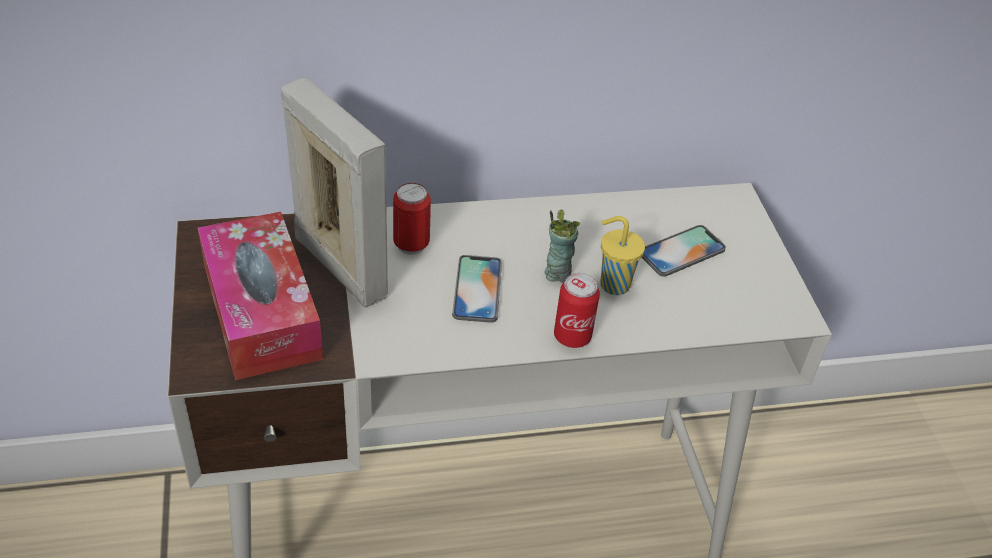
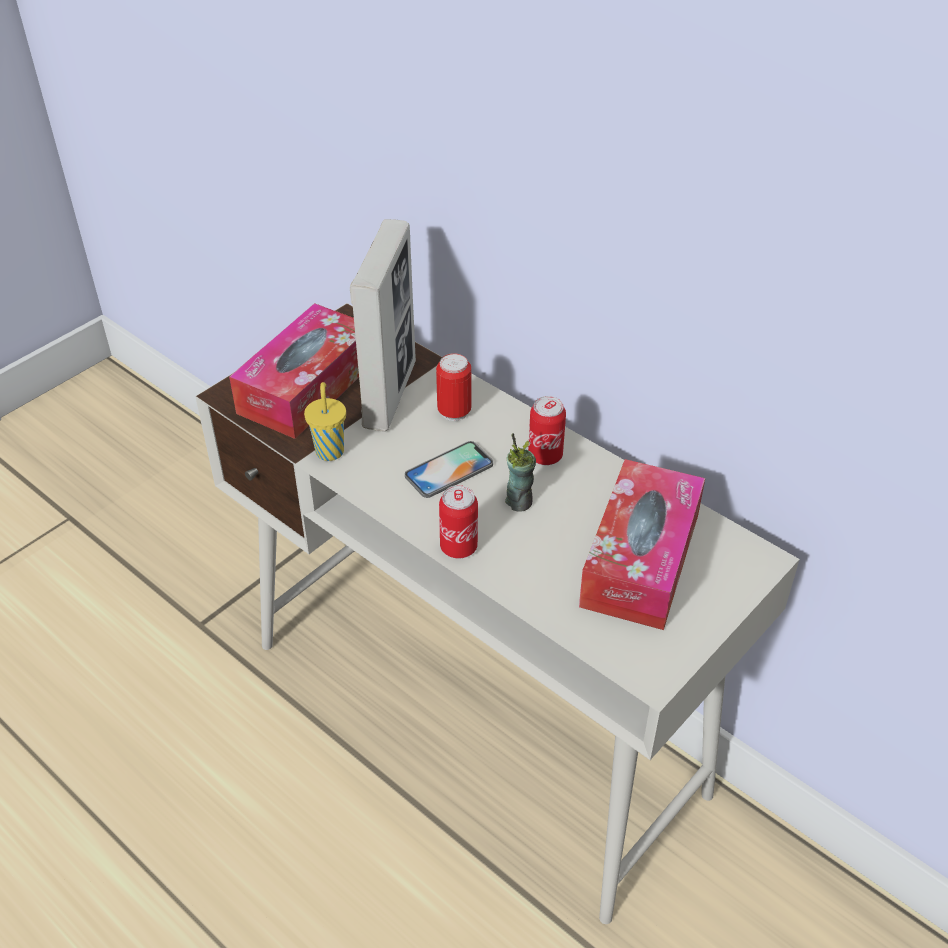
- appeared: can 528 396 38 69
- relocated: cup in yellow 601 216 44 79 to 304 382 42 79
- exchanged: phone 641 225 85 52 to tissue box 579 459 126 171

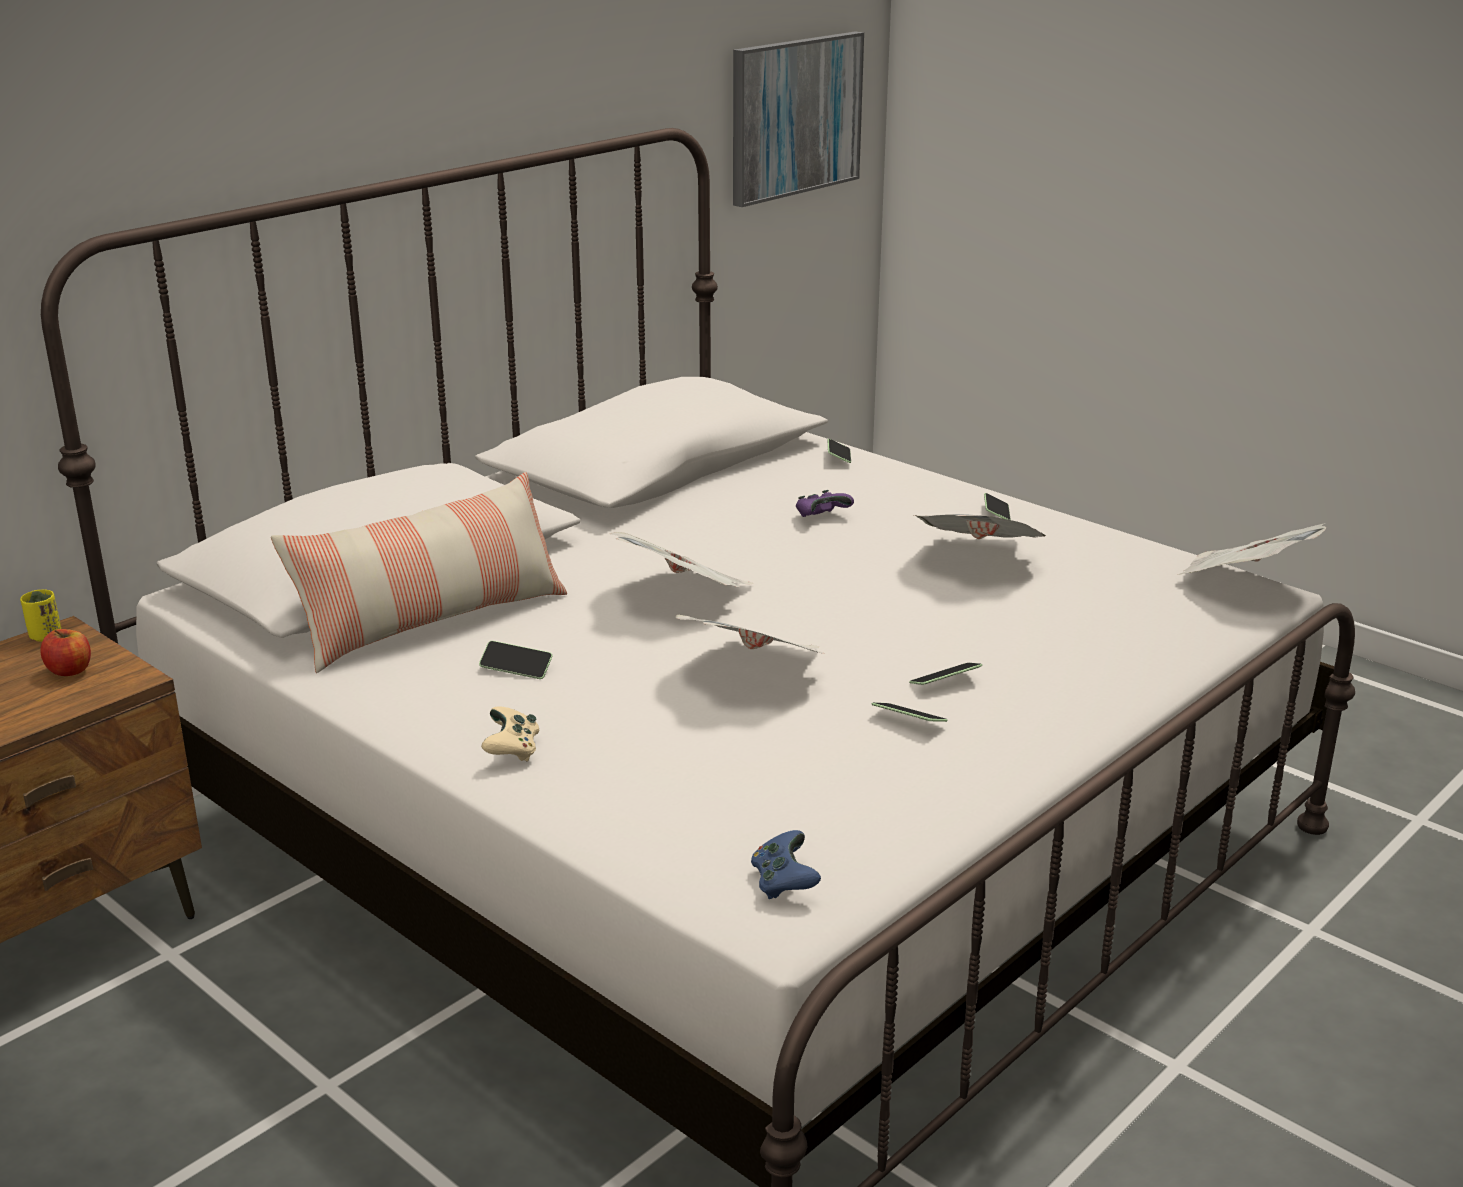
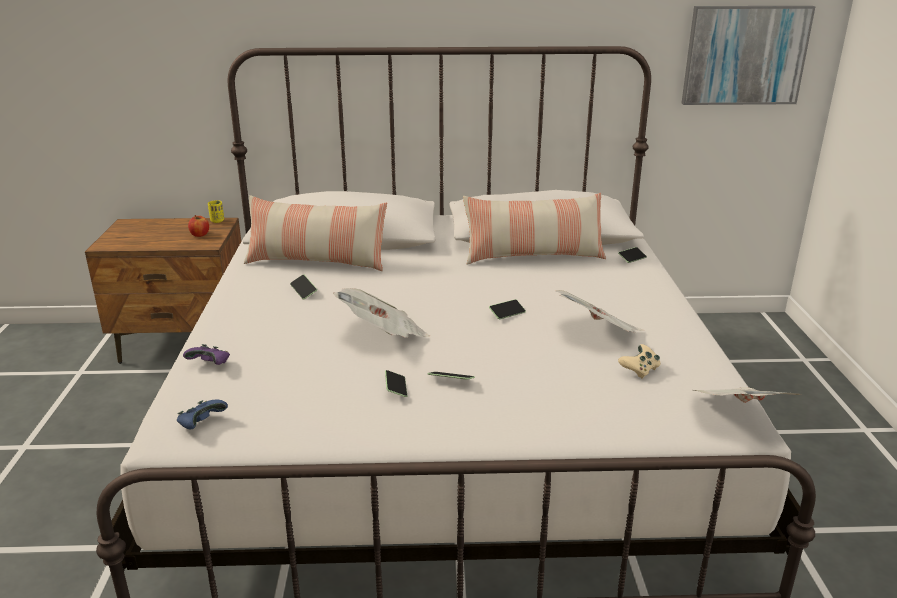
- missing: newspaper 610 532 144 55
- appeared: pillow 463 193 143 71
- relocated: game controller in beige 481 706 59 56 to 618 344 43 35
- relocated: game controller in purple 796 490 58 27 to 183 344 47 21
- relocated: phone 984 493 27 27 to 489 299 37 20

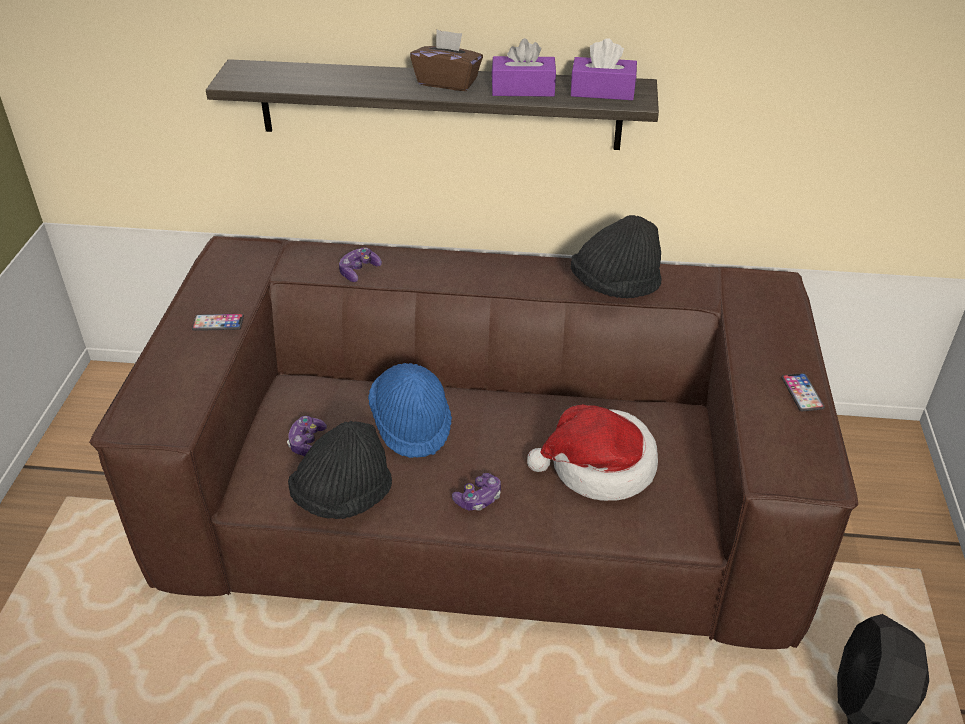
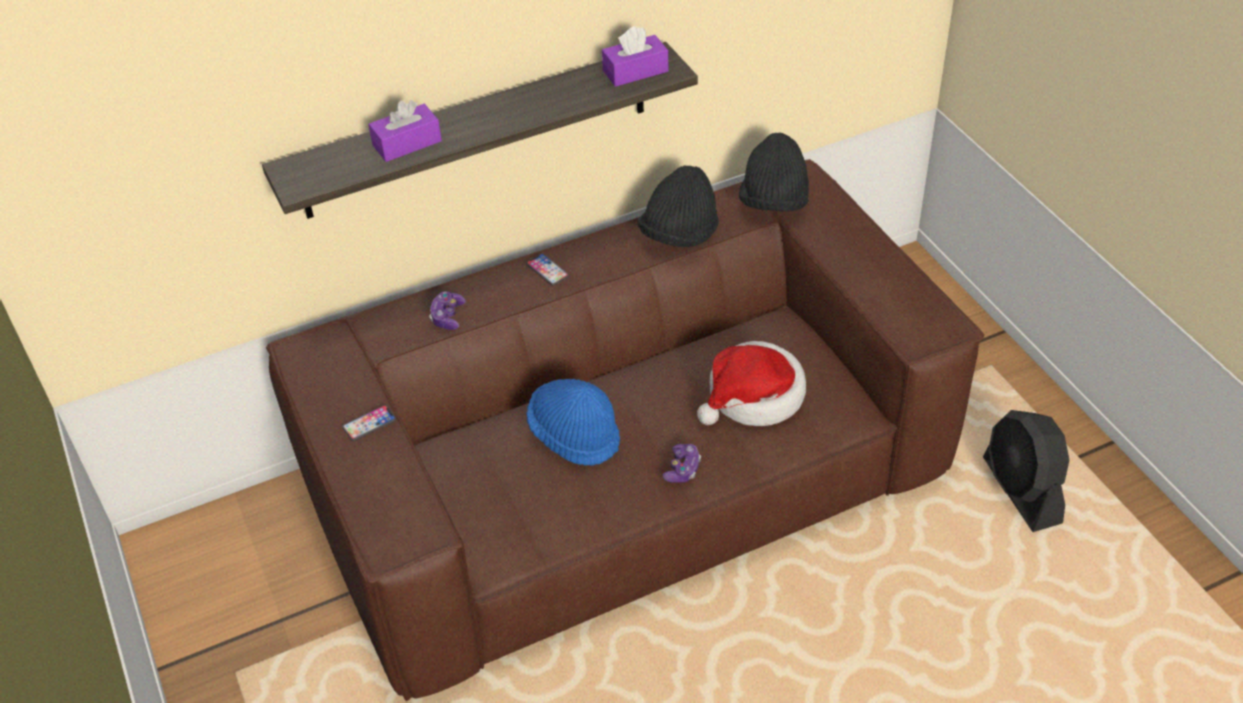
- missing: game controller 287 416 40 40
- missing: tissue box in brown 410 29 73 62
- relocated: hat in black 288 421 104 98 to 739 132 70 80
- relocated: tissue box in purple 491 38 65 59 to 368 100 74 62
- relocated: phone 781 373 44 38 to 526 253 43 33

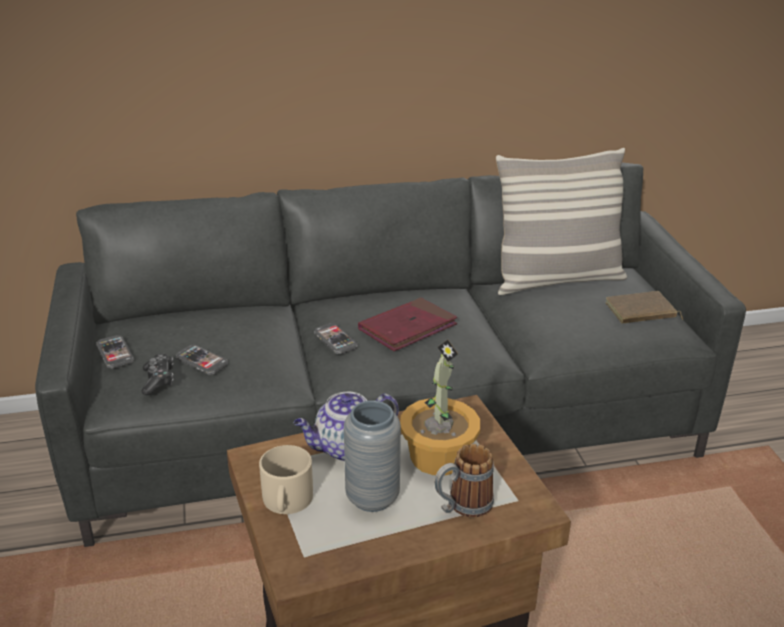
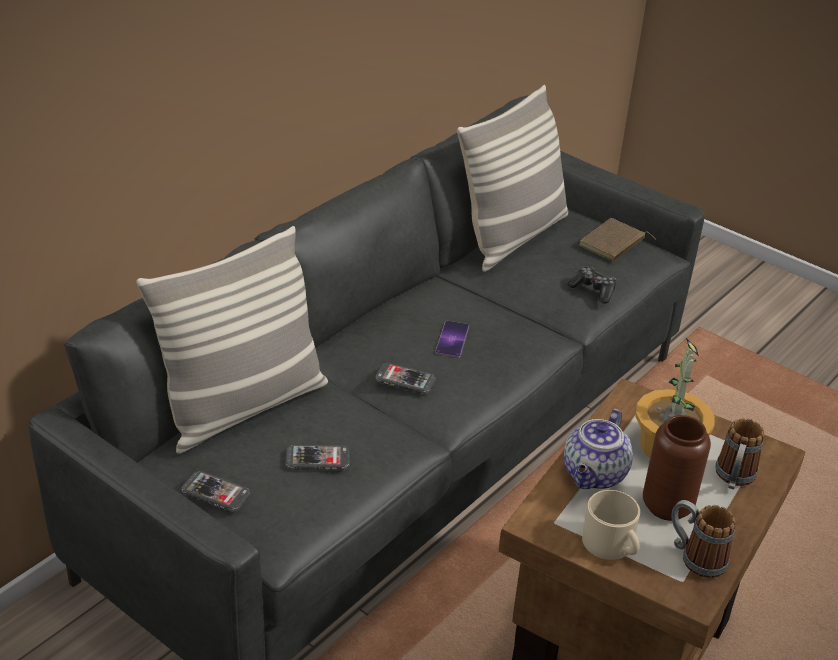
- appeared: pillow 136 226 192 228
- appeared: mug 672 500 63 78
- relocated: game controller 142 354 32 41 to 568 266 48 38
- exchanged: book in red 358 298 99 53 to phone 435 321 34 37
- colour: vase in grey 344 400 57 112 to vase in brown 643 415 68 106

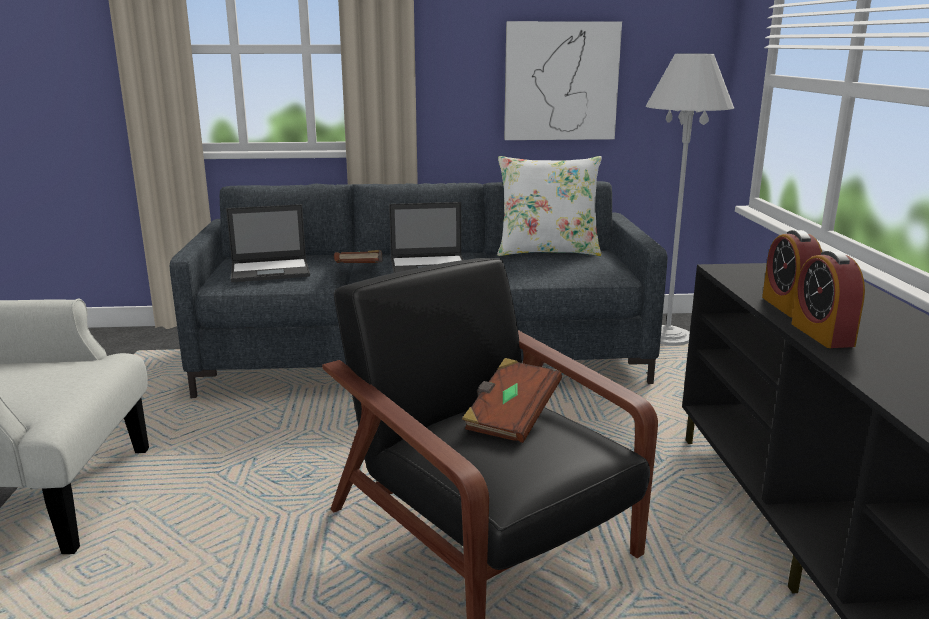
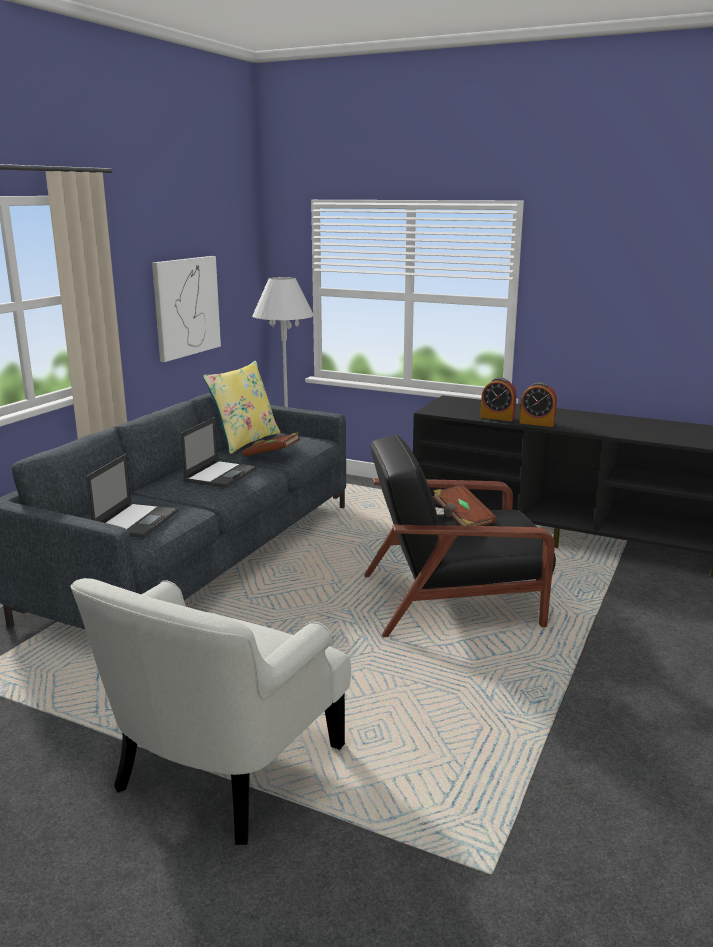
- relocated: book in brown 334 250 49 13 to 242 432 58 24
- colour: pillow in white 497 156 105 100 to pillow in yellow 203 361 77 93

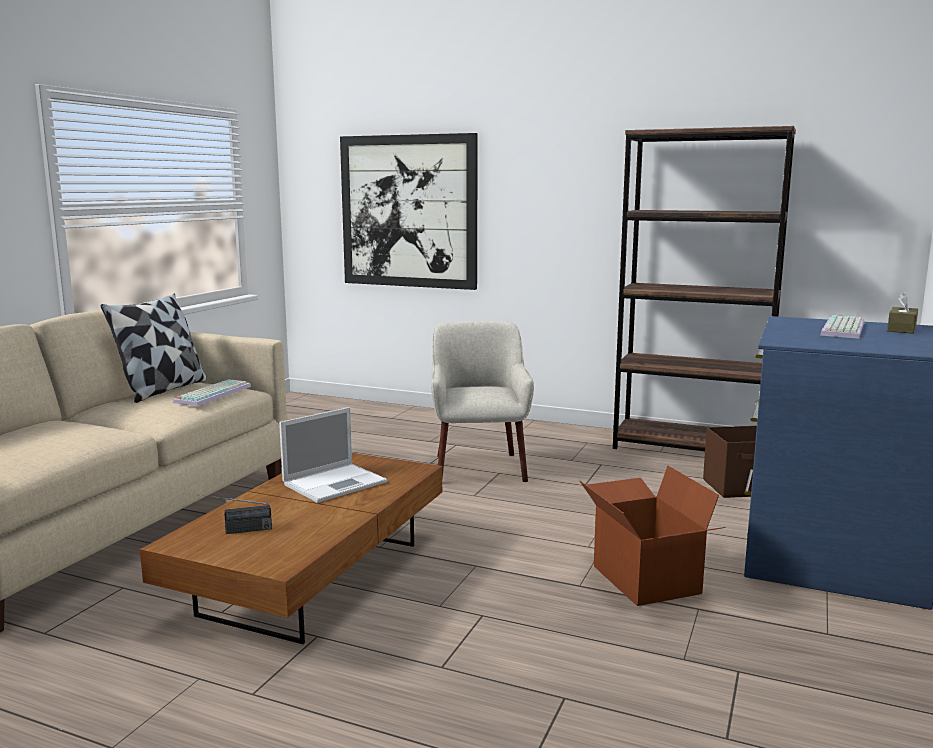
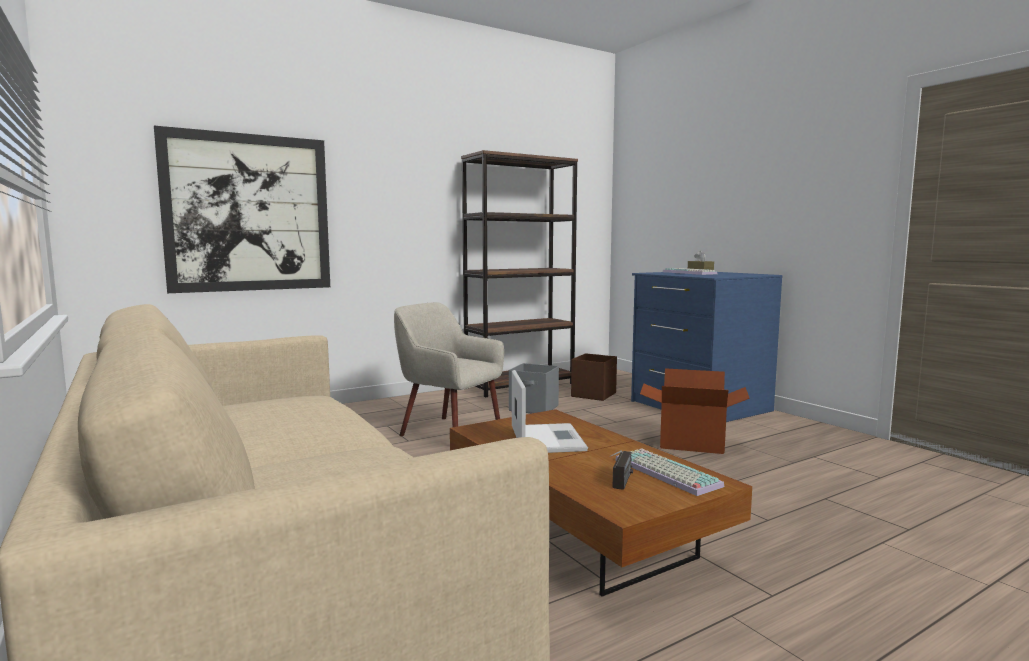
- missing: pillow 100 294 107 109
- appeared: storage box in grey 509 363 50 51
- relocated: keyboard 173 379 78 27 to 615 449 110 47

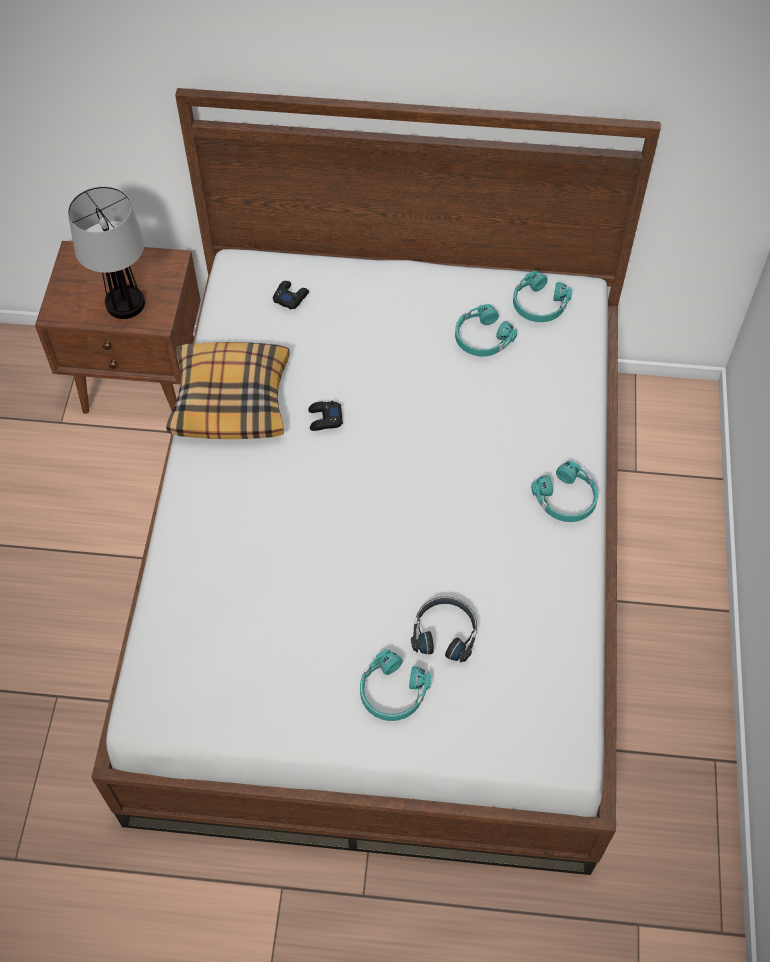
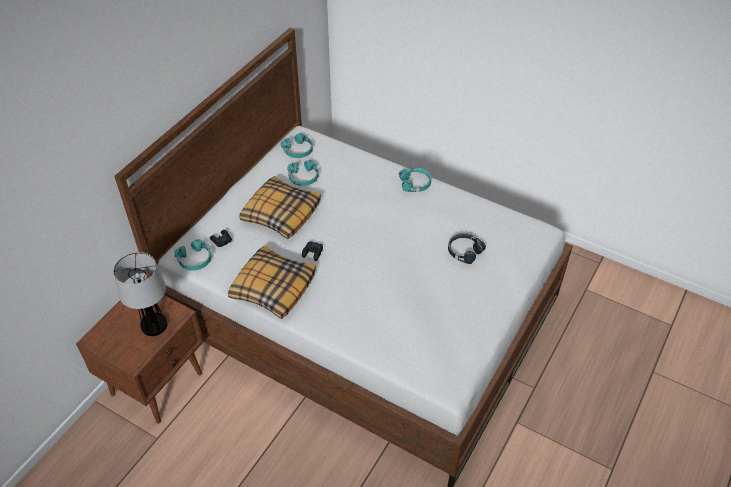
- appeared: pillow 239 176 82 63
- relocated: headphones in turquoise 360 649 71 72 to 175 239 37 32

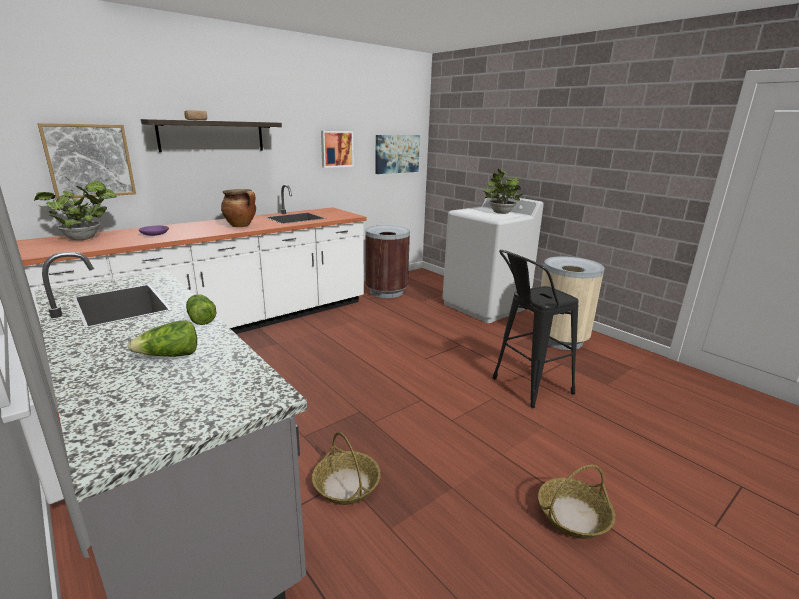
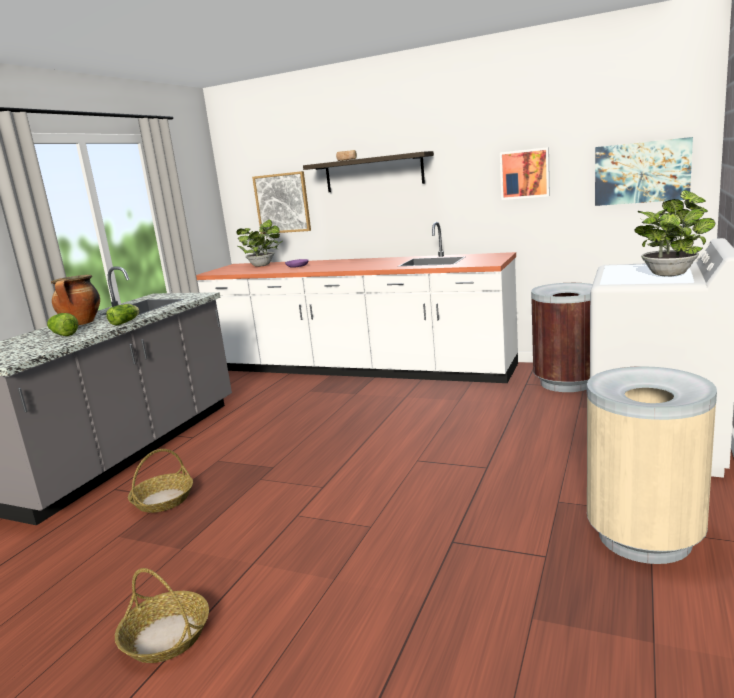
- missing: stool in black 492 250 87 158
- relocated: cooking pot 221 189 35 38 to 51 275 49 50

